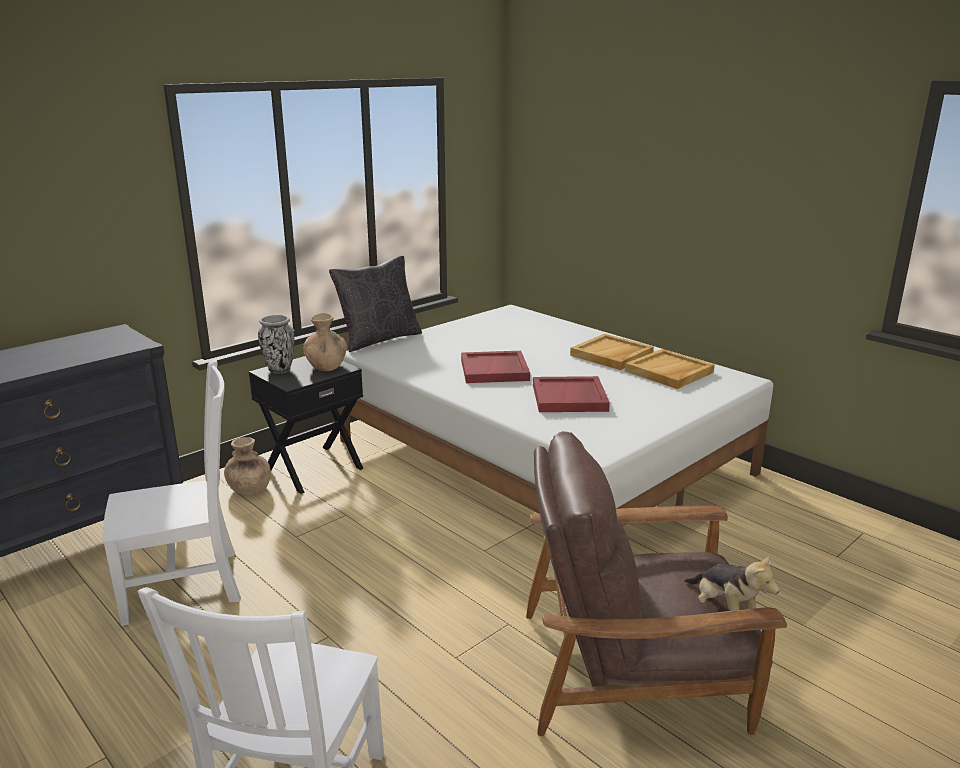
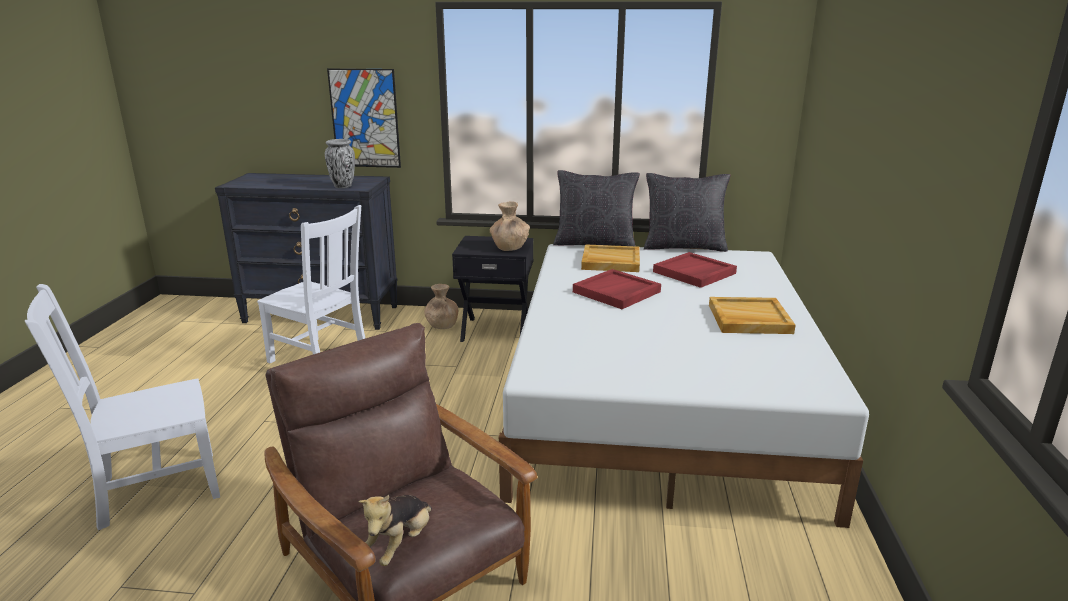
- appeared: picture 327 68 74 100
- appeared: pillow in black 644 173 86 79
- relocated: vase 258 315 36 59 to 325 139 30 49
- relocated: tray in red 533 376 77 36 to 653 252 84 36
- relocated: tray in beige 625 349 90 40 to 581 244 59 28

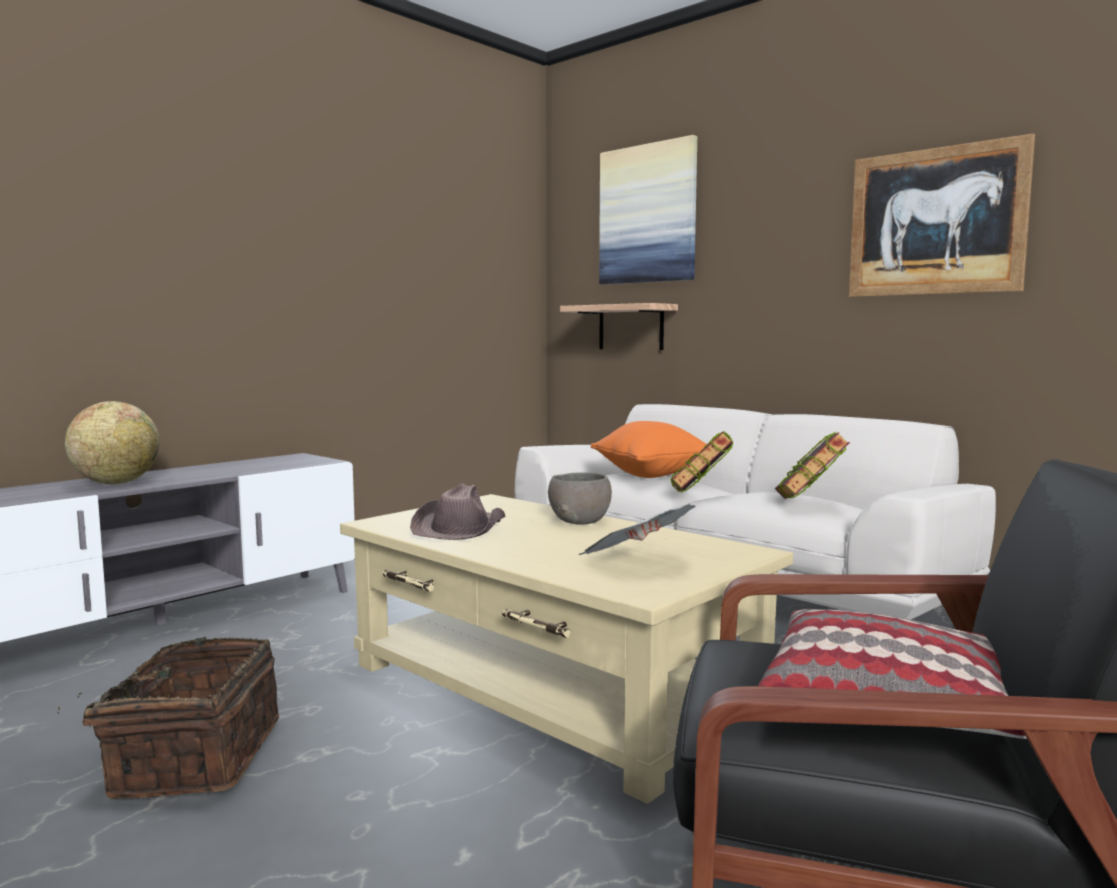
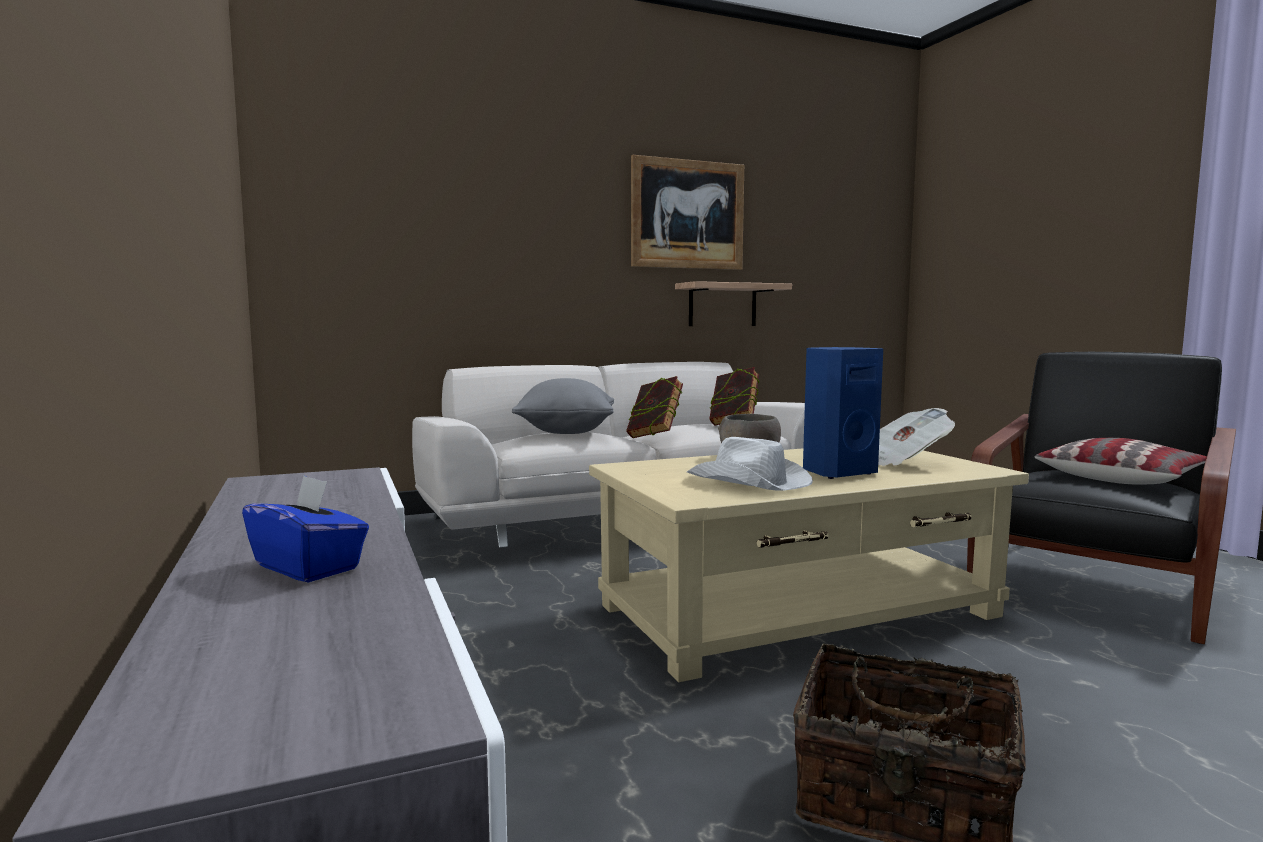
- missing: picture 599 135 98 150
- appeared: speaker in blue 803 347 80 132
- relocated: shelf 560 303 118 47 to 675 281 117 45
- exchanged: globe 65 401 95 83 to tissue box in blue 242 475 127 107
- colour: hat in brown 410 483 96 57 to hat in white 687 437 126 54
- colour: pillow in orange 591 421 116 57 to pillow in grey 512 378 102 56

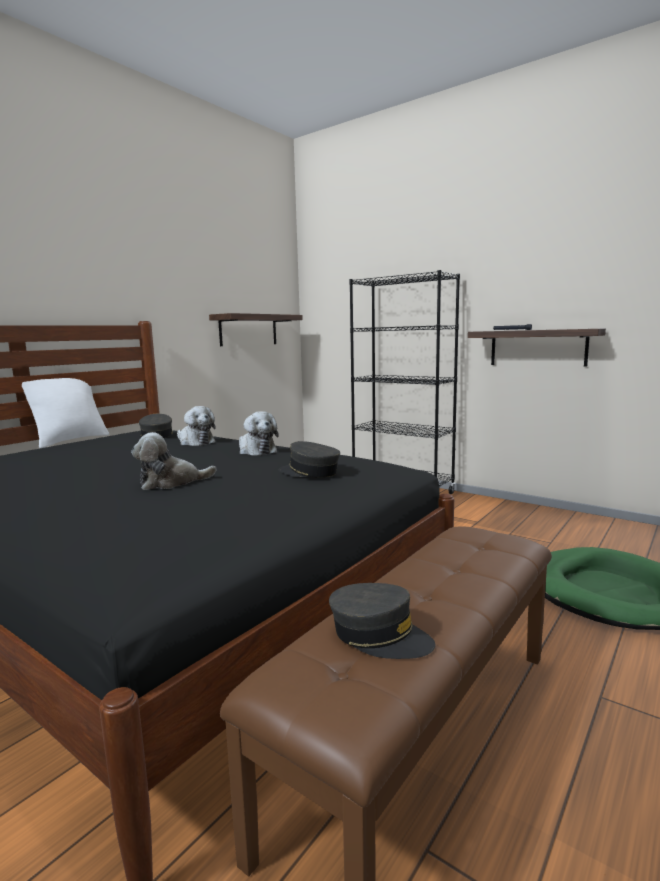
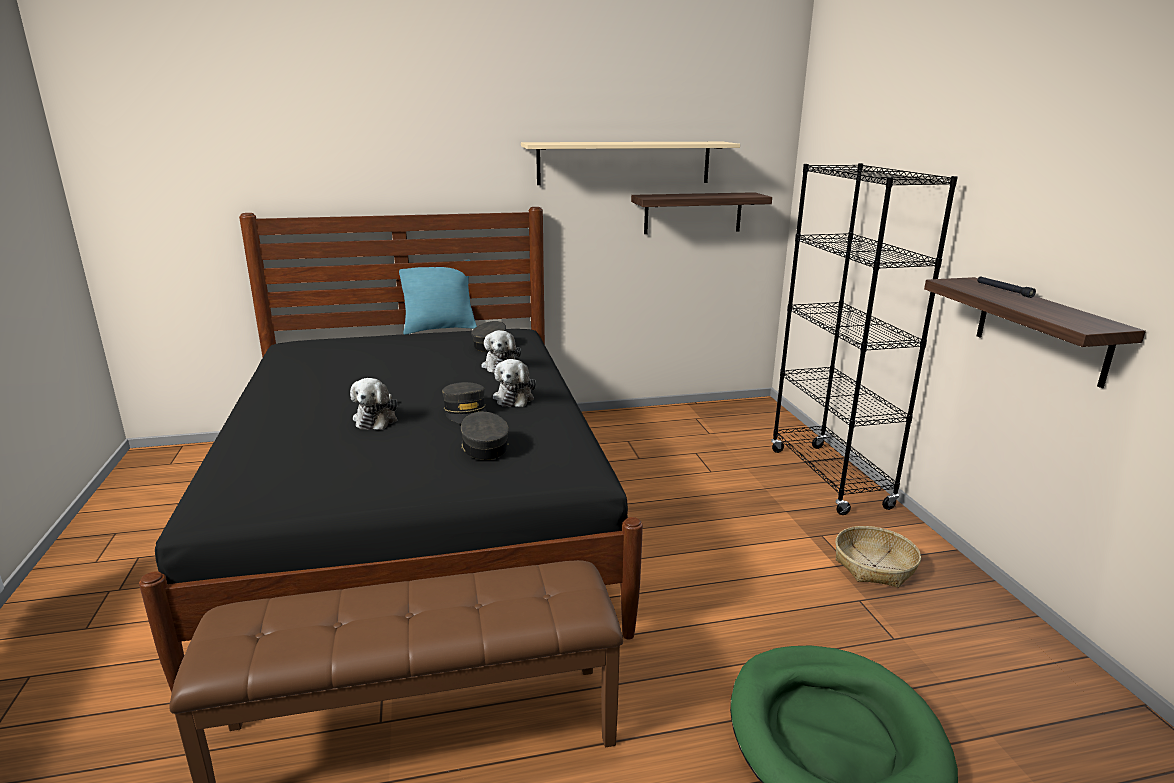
- appeared: shelf in beige 521 142 219 43
- appeared: basket 836 526 85 62
- relocated: cap in grey 329 583 106 76 to 442 382 45 42
- colour: pillow in white 22 371 87 77 to pillow in turquoise 399 260 78 75
- spun: plush toy 131 432 86 58 = 350 378 48 52 105 degrees counterclockwise

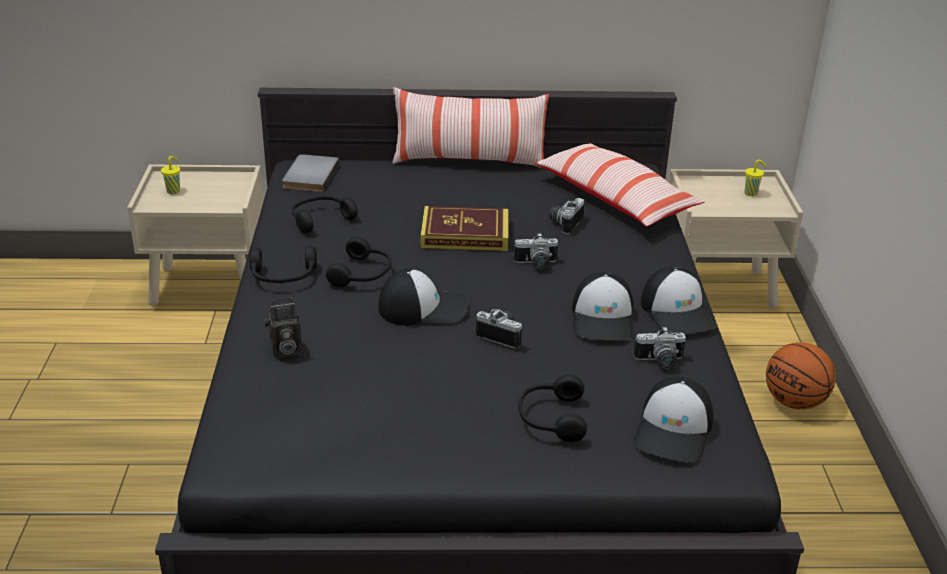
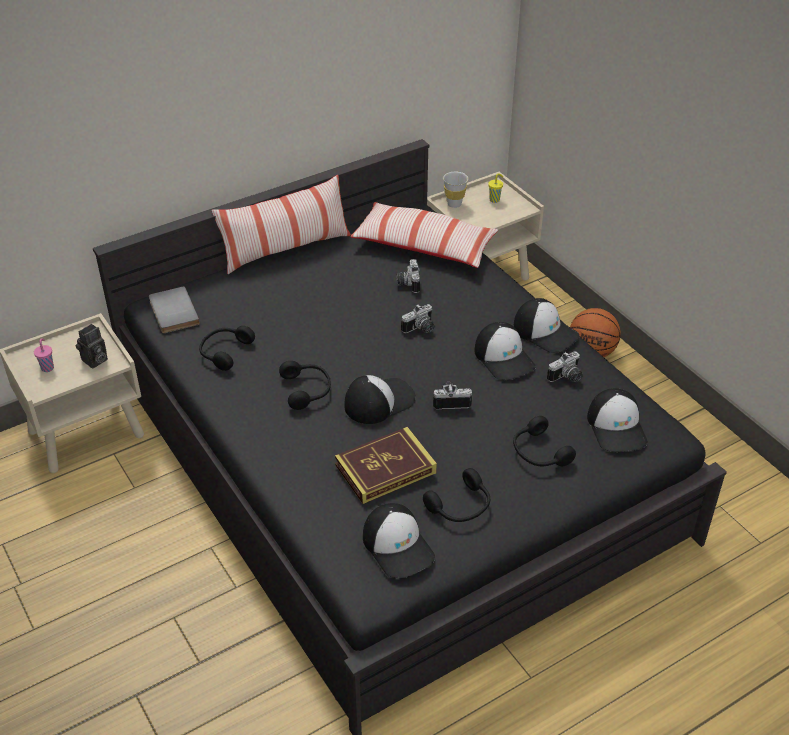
- appeared: cap 363 503 72 75
- appeared: cup in white 443 172 25 36
- relocated: headphones in black 249 246 68 37 to 423 468 67 54
- relocated: photo camera 264 297 37 61 to 75 324 33 44
- relocated: book 421 206 88 45 to 335 427 102 77
- colour: cup in yellow 161 156 19 38 to cup in pink 34 338 20 34

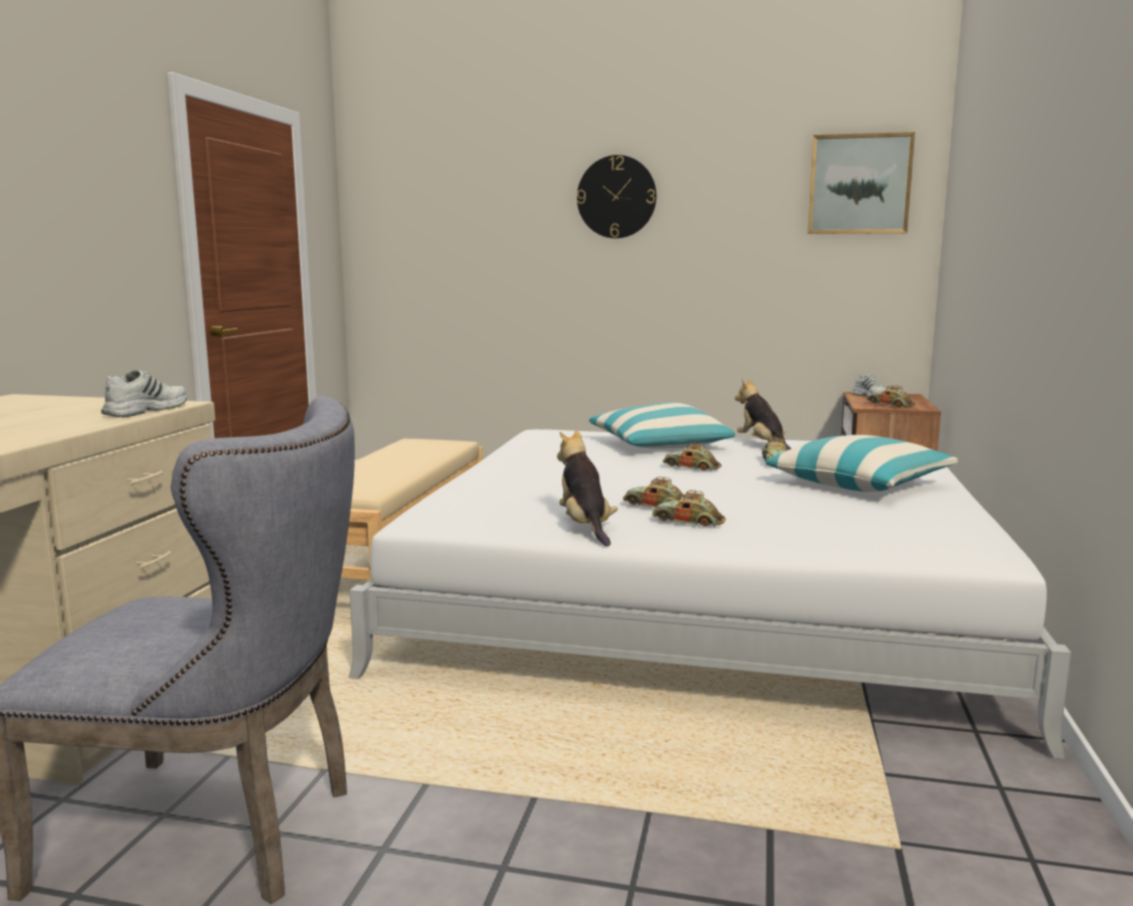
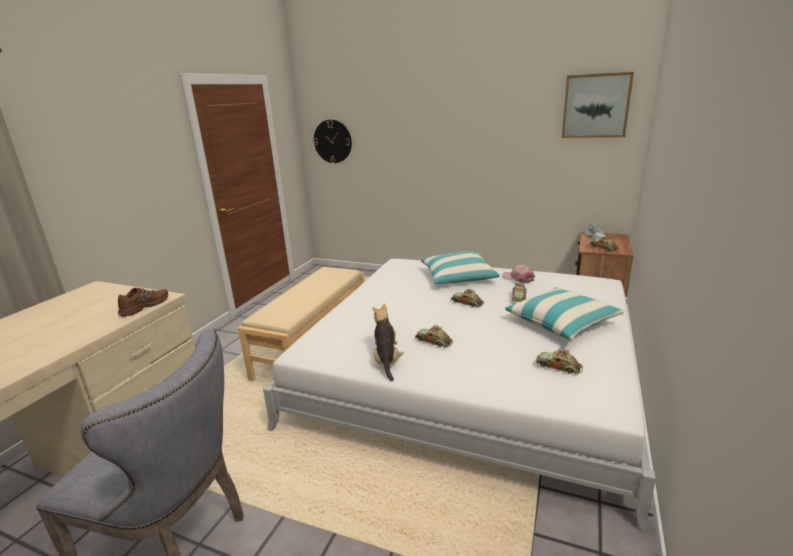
- relocated: wall clock 577 155 80 83 to 313 120 39 43
- relocated: toy car 652 490 74 36 to 536 348 47 27
- exchanged: plush toy 735 379 57 71 to cap in pink 502 265 33 18
- colour: shoe in white 101 370 86 47 to shoe in brown 118 288 50 29

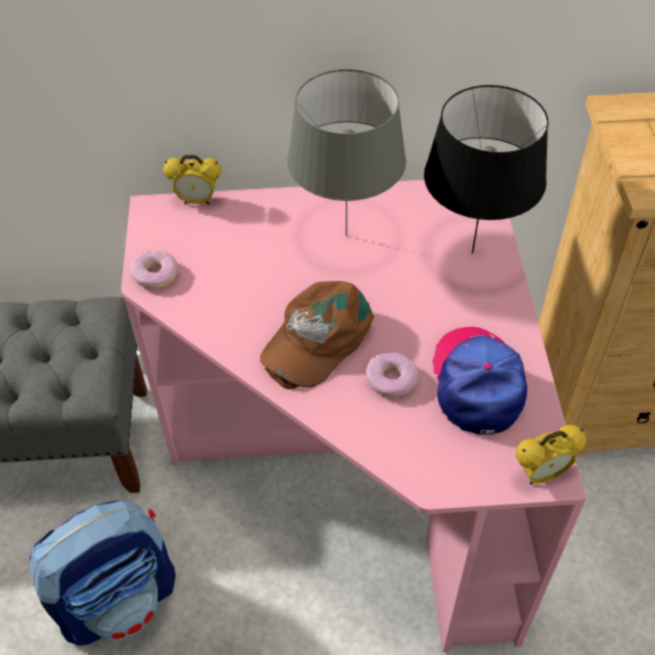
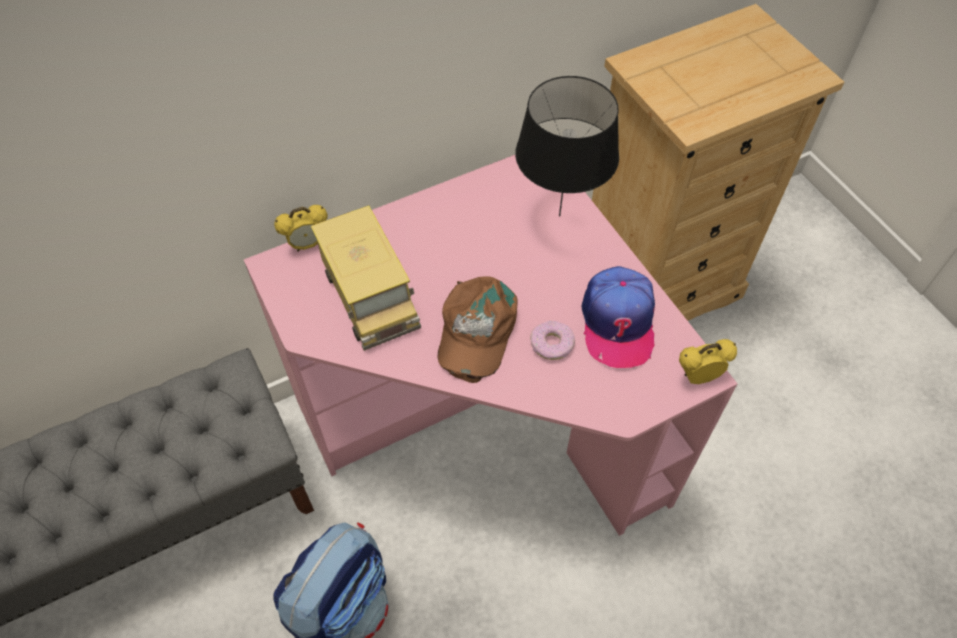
- missing: donut 130 250 49 39
- missing: table lamp in grey 287 69 119 167
- appeared: toy truck 311 205 110 146
- spun: cap 432 327 95 108 = 582 266 73 102 150 degrees counterclockwise
- spun: alarm clock 516 425 70 60 = 679 339 58 45 150 degrees counterclockwise

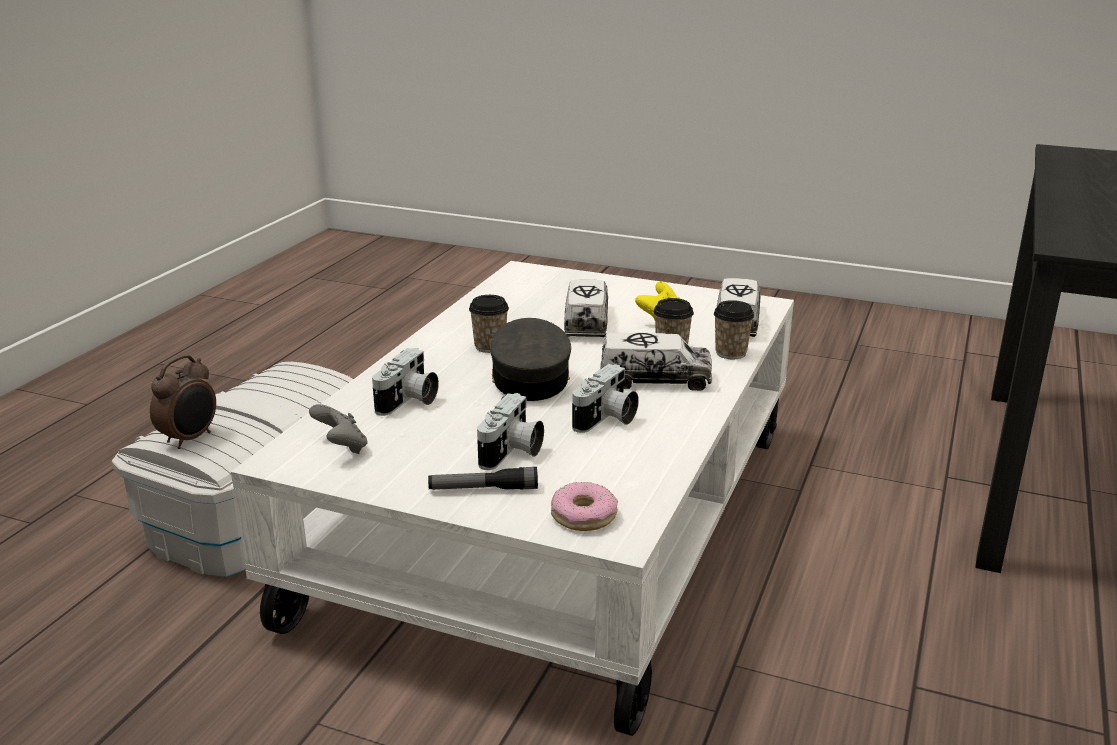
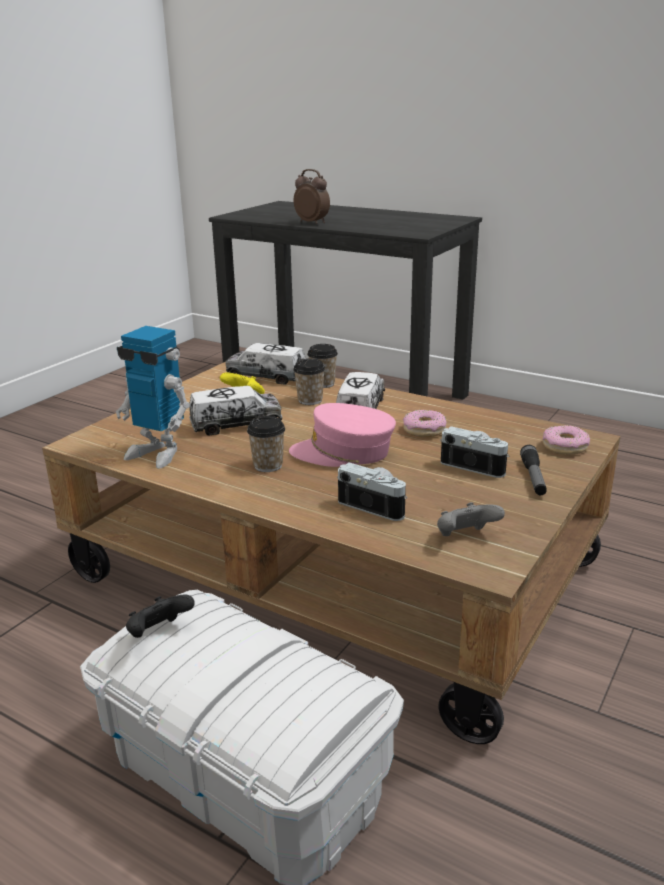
- appeared: toy robot 116 326 74 143
- appeared: game controller in black 126 594 69 44
- relocated: alarm clock 150 355 66 94 to 294 169 36 55
- exchanged: photo camera 572 364 67 69 to donut 403 410 44 27
- colour: coffee table in white 231 261 563 475 to coffee table in brown 42 362 578 382
- colour: cap in grey 490 318 81 83 to cap in pink 289 403 107 64
- spun: toy truck 564 279 44 58 = 189 386 94 49 150 degrees clockwise

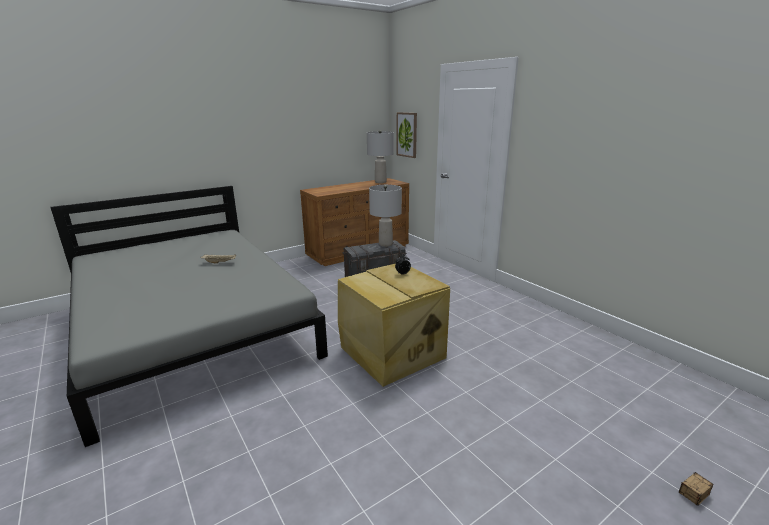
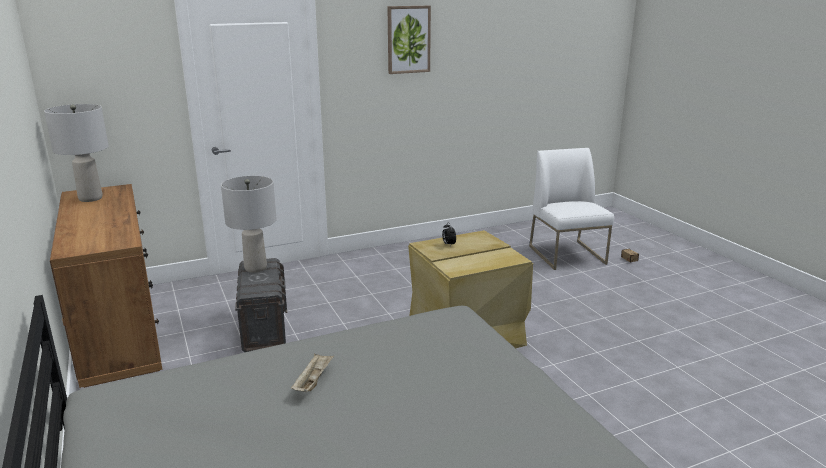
- appeared: chair in white 529 148 85 122
- relocated: picture 397 112 20 46 to 387 6 44 68

